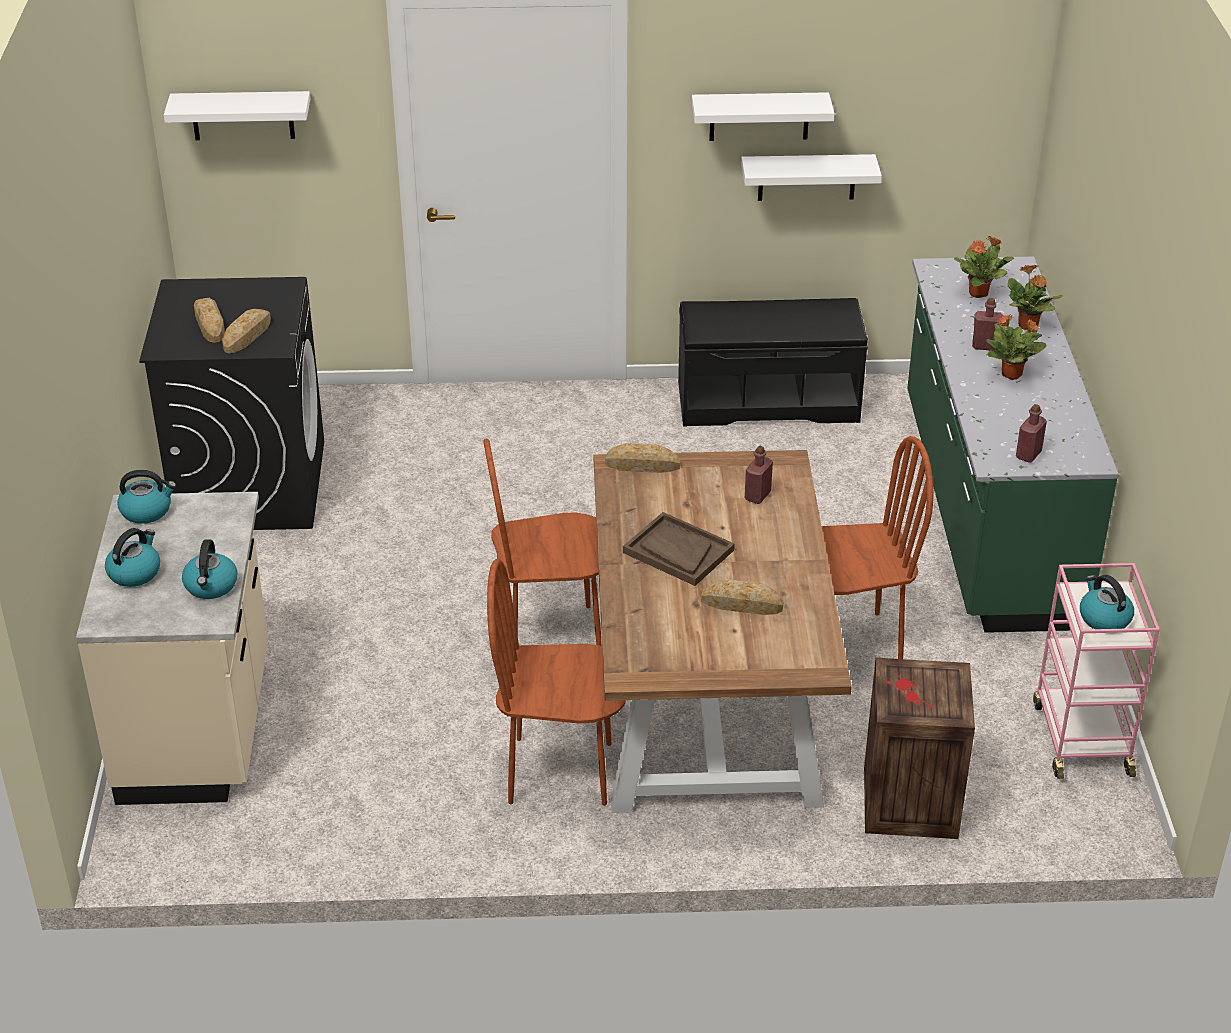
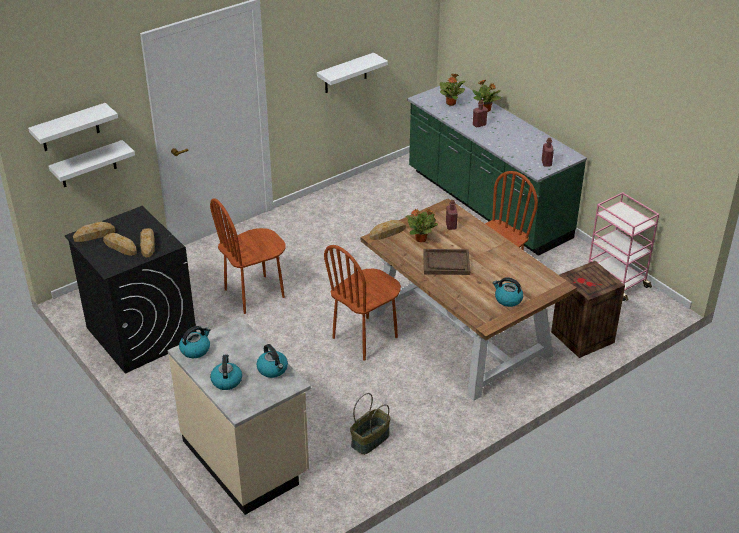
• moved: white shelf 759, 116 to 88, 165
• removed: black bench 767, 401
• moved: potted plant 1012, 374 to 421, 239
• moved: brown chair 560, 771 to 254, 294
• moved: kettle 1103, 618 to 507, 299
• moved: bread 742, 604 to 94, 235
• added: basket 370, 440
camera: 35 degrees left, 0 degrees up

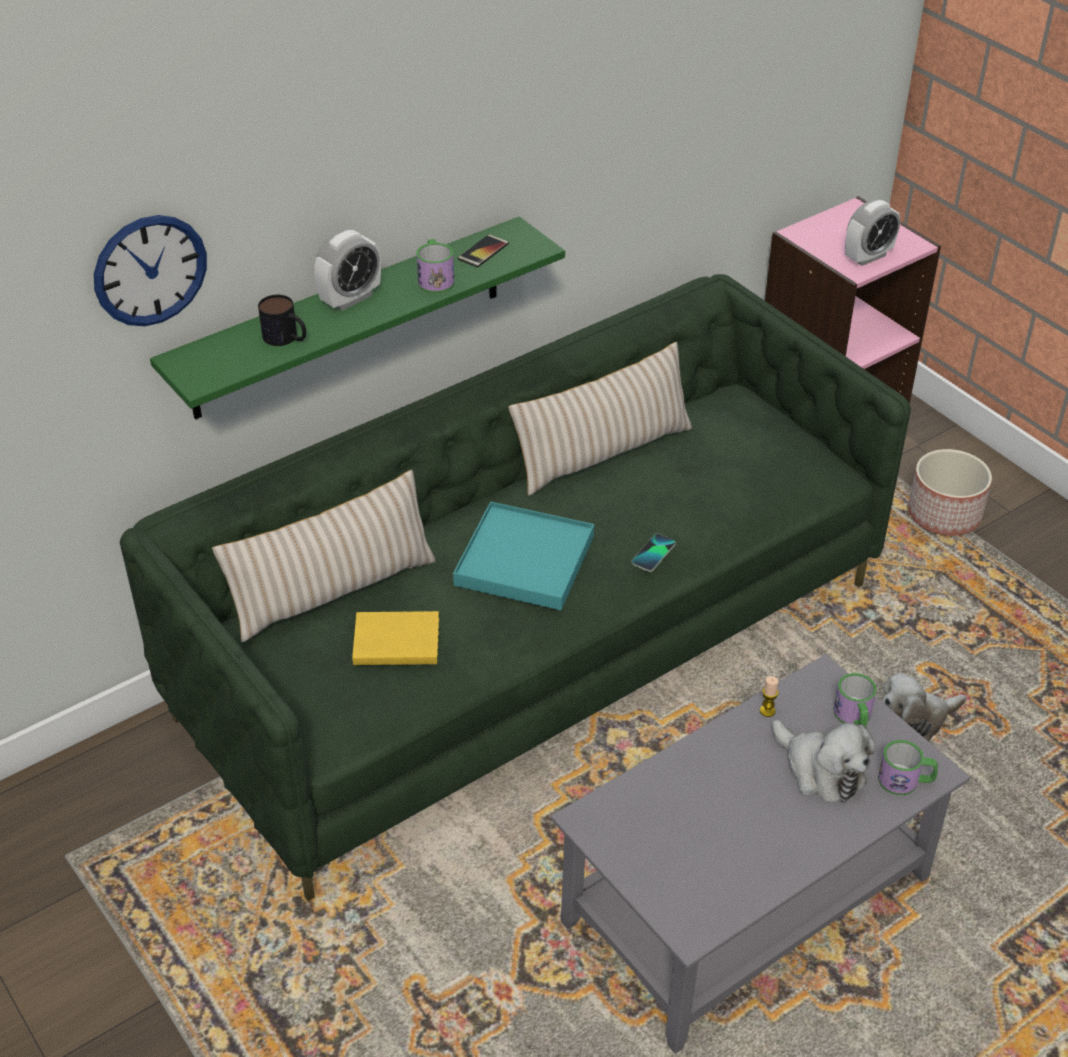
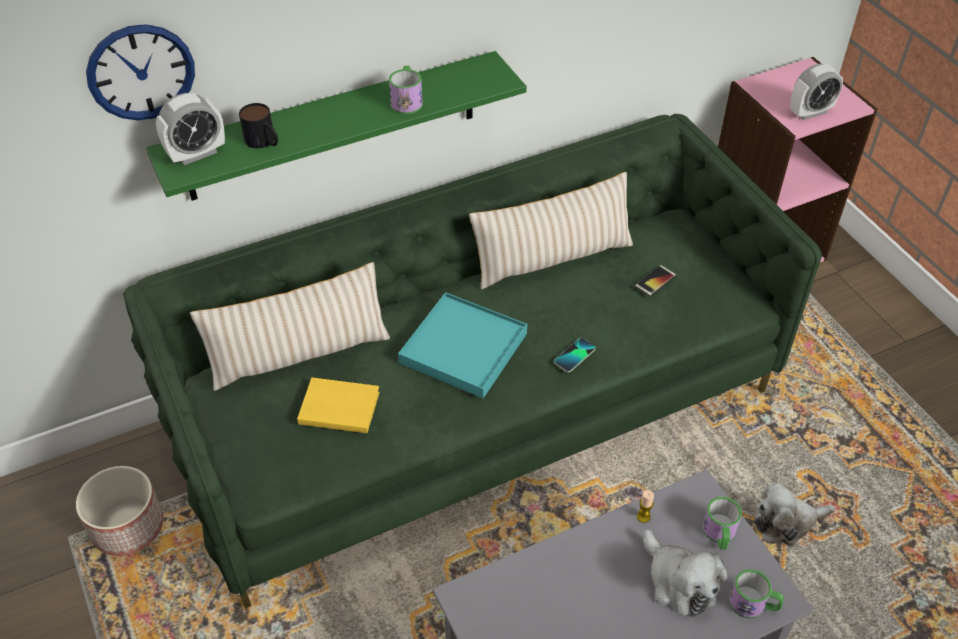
• moved: alarm clock 350, 299 to 197, 154
• moved: phone 483, 251 to 655, 281
• moved: planter 945, 515 to 129, 526
camera: 10 degrees right, 5 degrees up

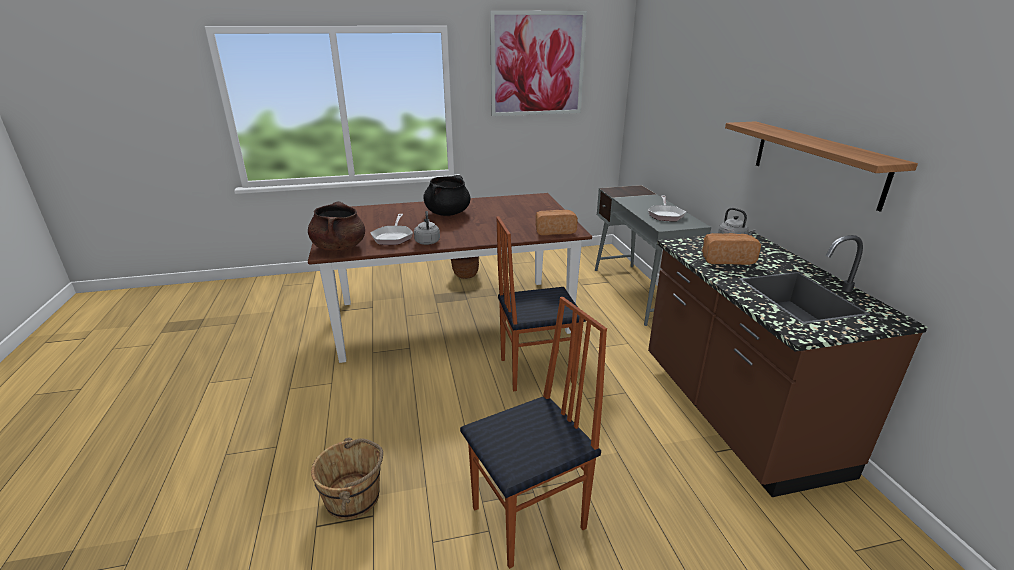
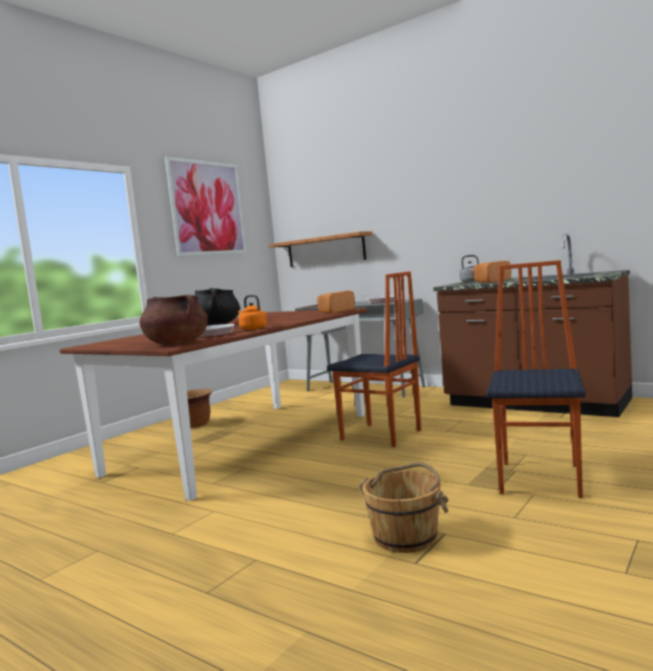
• moved: shelf 816, 162 to 325, 250
• recoloured: grey kettle 427, 241 to orange kettle 252, 329
• turned: chair 535, 370 = 381, 435 90 degrees counterclockwise
camera: 40 degrees left, 20 degrees down

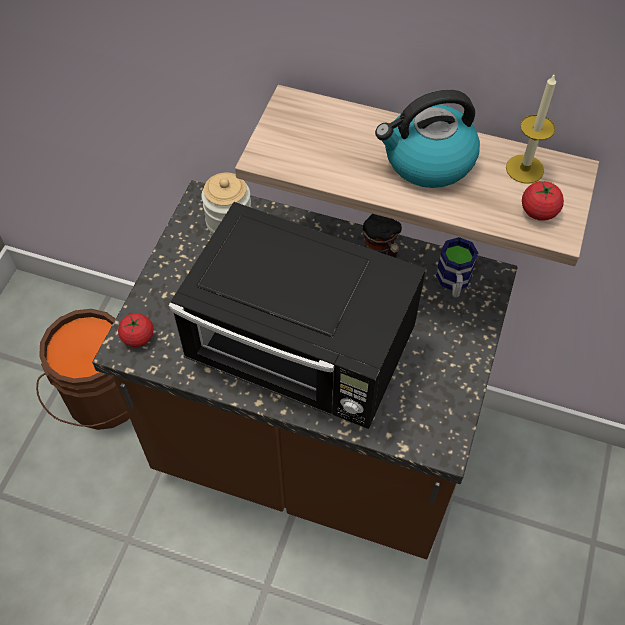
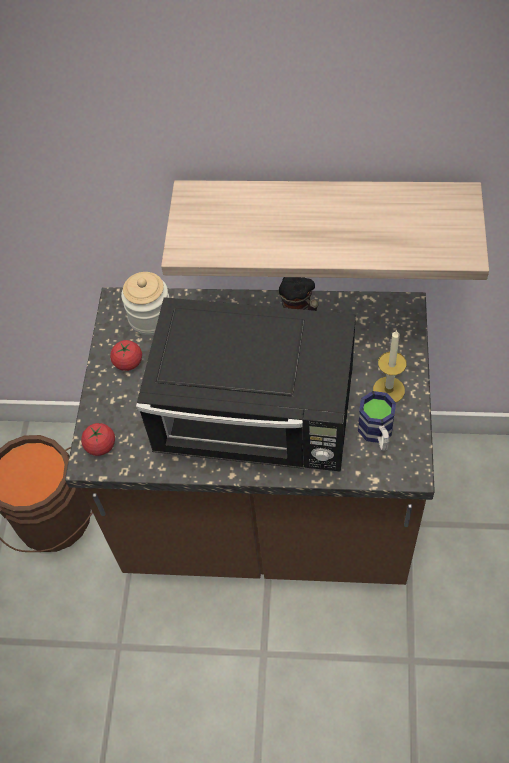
• moved: candle 524, 169 to 388, 390
• removed: kettle 427, 161
• moved: tomato 538, 211 to 128, 362
• moved: mug 453, 282 to 377, 434
camera: 10 degrees left, 0 degrees up

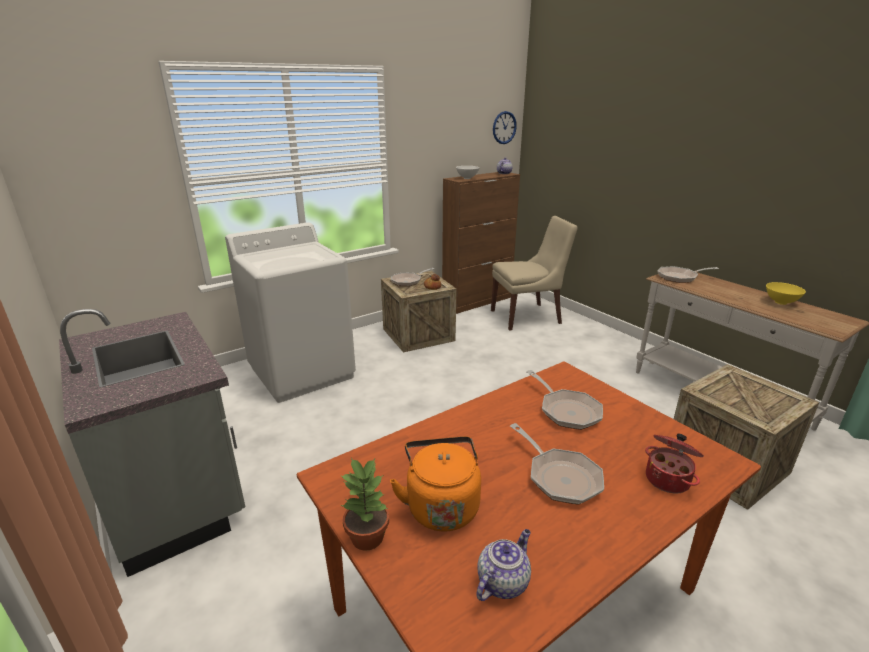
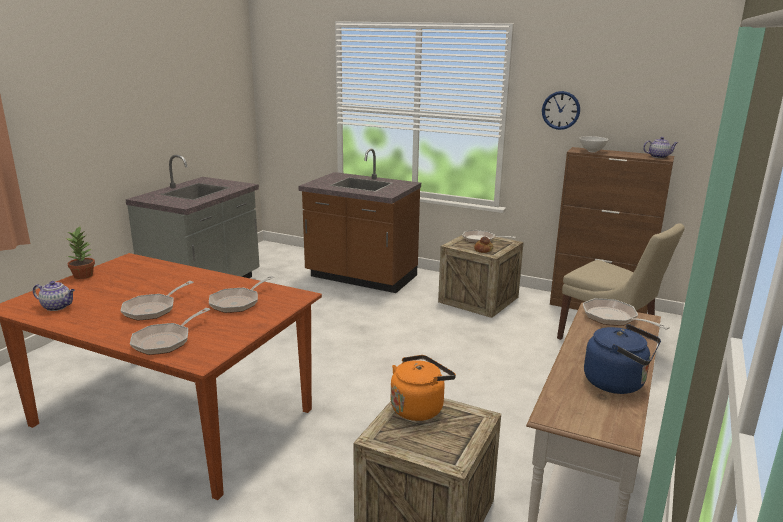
• moved: wall clock 504, 127 to 560, 110
• replaced: white washing machine 302, 372 to brown counter 361, 277
• replaced: yellow bowl 781, 302 to blue kettle 618, 383
• replaced: cooking pot 668, 479 to frying pan 165, 341
• moved: orange kettle 441, 505 to 419, 408
camera: 60 degrees right, 5 degrees down

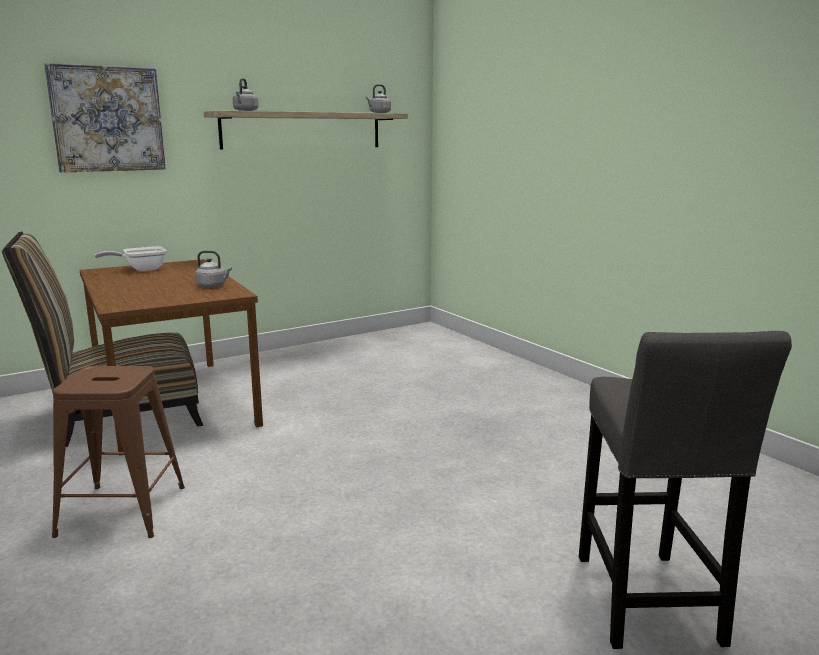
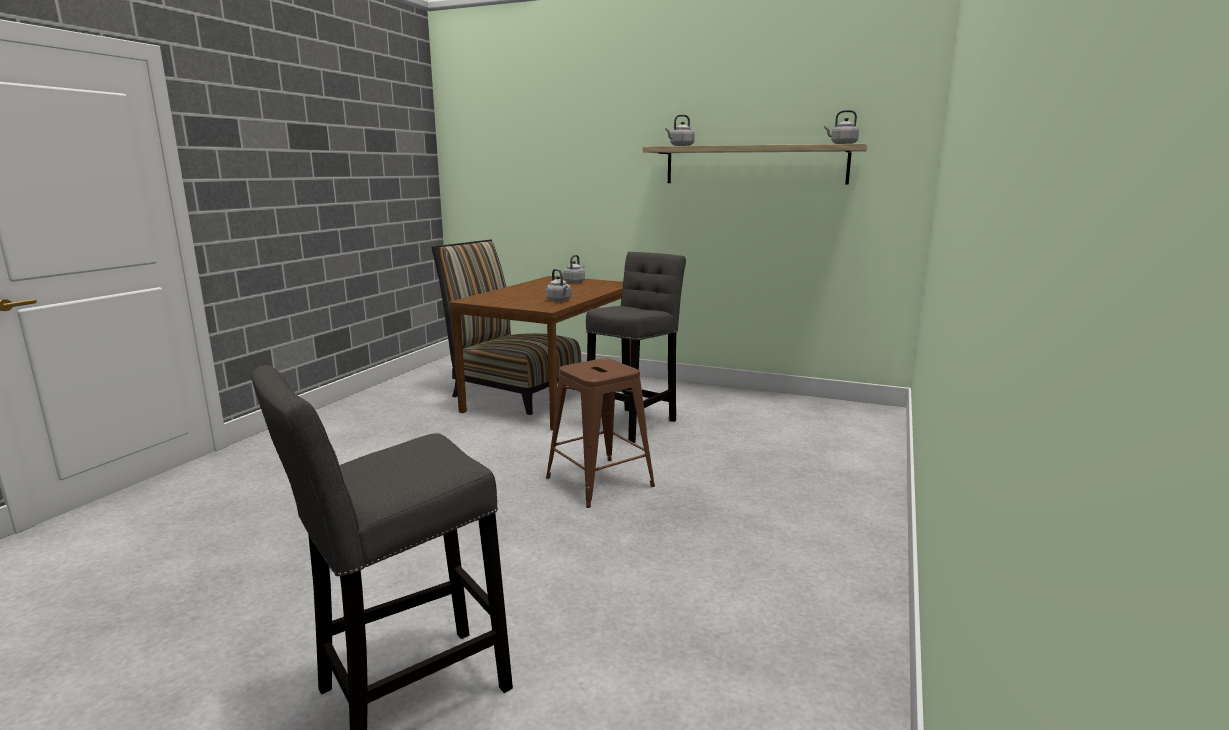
• removed: picture 107, 119
• replaced: frying pan 141, 269 to grey kettle 574, 282
• moved: brown stool 121, 511 to 599, 482
• added: grey stool 634, 424
camera: 55 degrees right, 0 degrees up

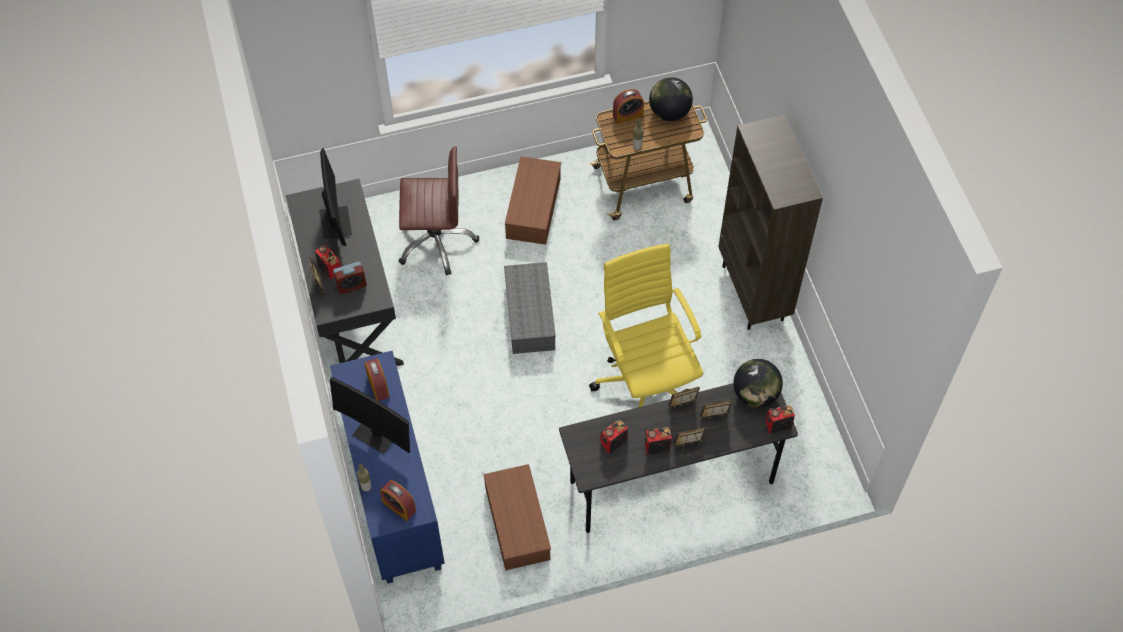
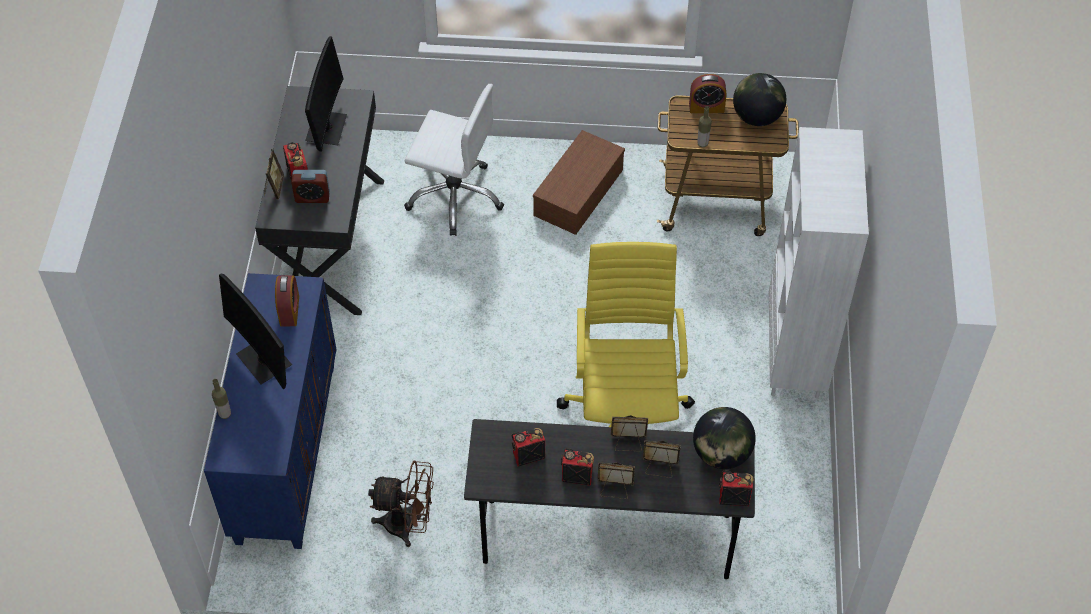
• recoloured: brown bookcase 754, 293 to white bookcase 795, 357
• recoloured: brown office chair 436, 241 to white office chair 455, 196
• removed: grey storage box 531, 316
• replaced: brown storage box 516, 522 to brown fan 408, 525
• removed: alarm clock 399, 506
camera: 20 degrees right, 5 degrees down

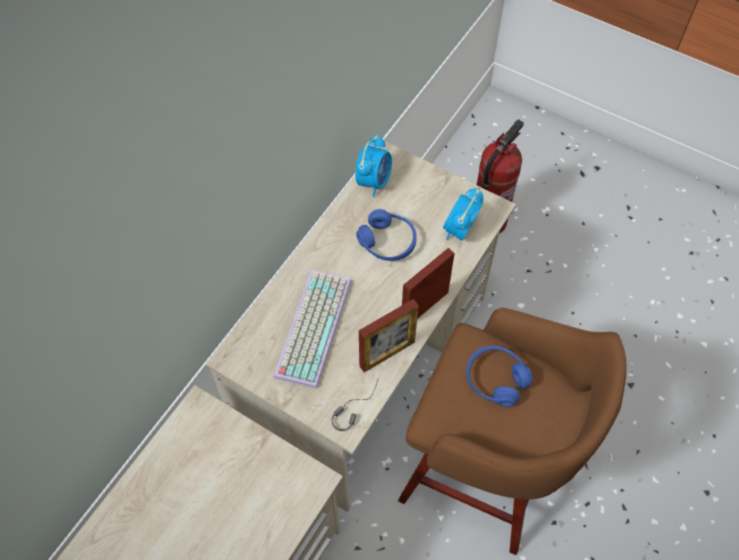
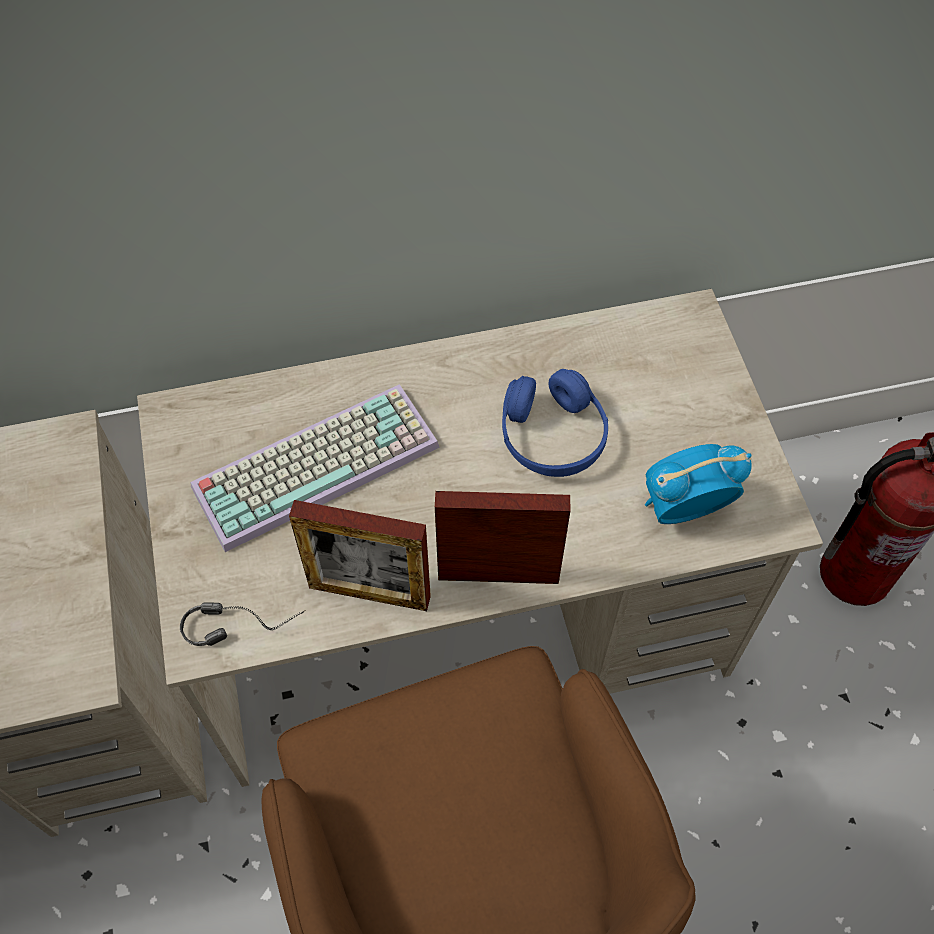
• removed: alarm clock 374, 181
• removed: blue headphones 495, 380
camera: 45 degrees right, 0 degrees up

